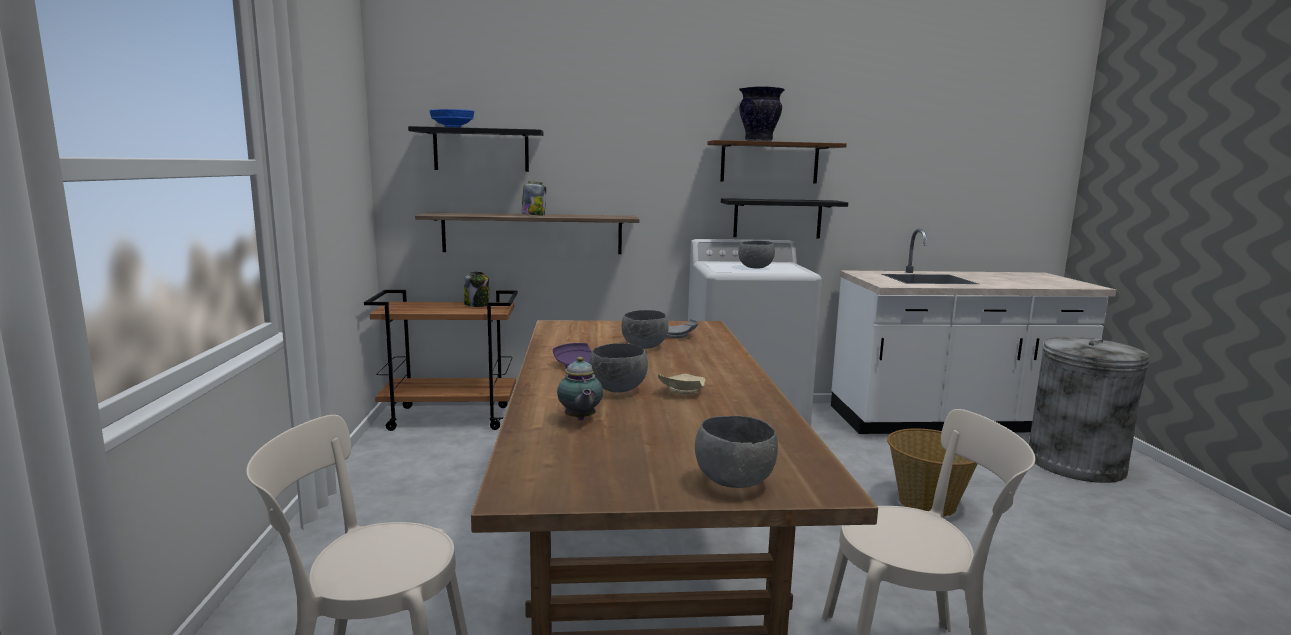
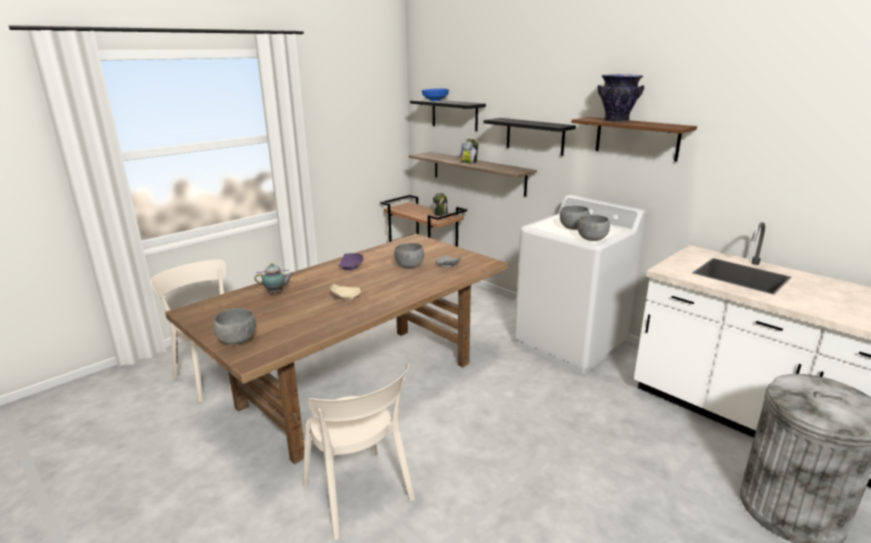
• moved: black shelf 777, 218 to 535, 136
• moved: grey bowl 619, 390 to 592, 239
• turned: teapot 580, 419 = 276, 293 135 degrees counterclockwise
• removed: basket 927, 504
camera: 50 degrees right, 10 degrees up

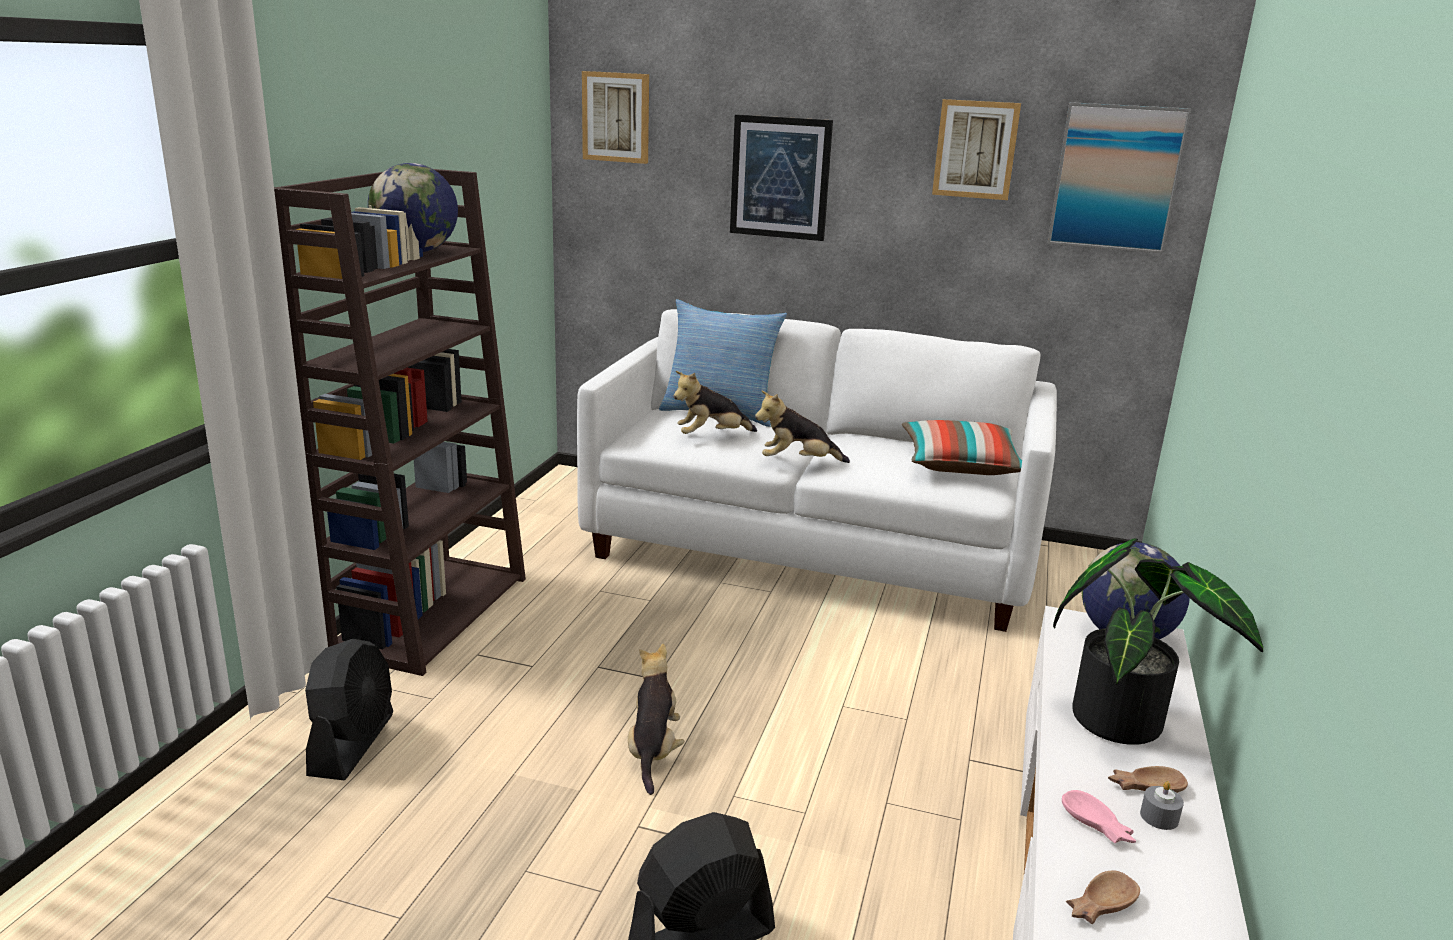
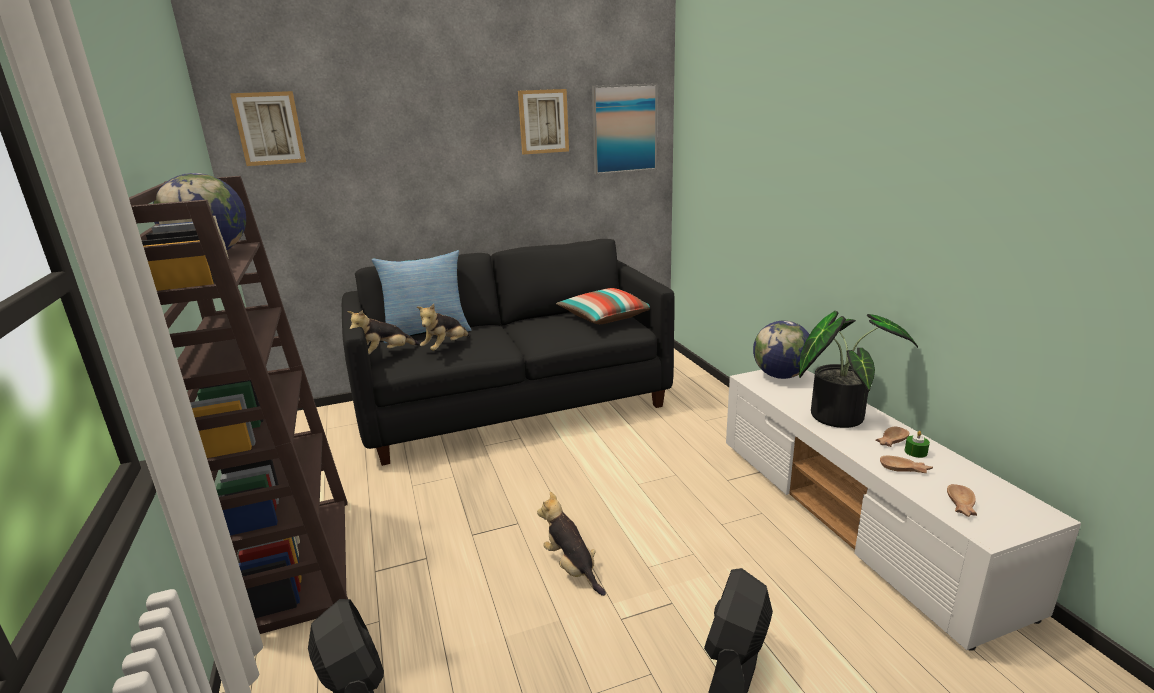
• removed: picture 780, 177
• recoloured: white sofa 813, 549 to black sofa 514, 403
• moved: plush toy 797, 462 to 385, 354
• recoloured: grey candle 1159, 817 to green candle 915, 452
• recoloured: pink bowl 1096, 826 to brown bowl 905, 469
camera: 35 degrees left, 0 degrees up

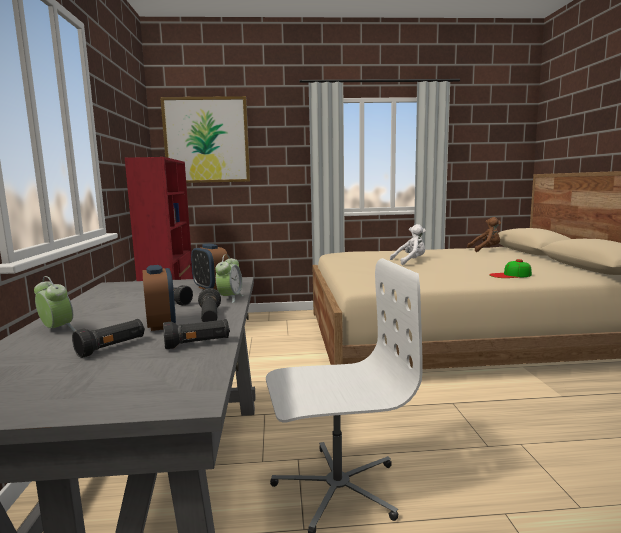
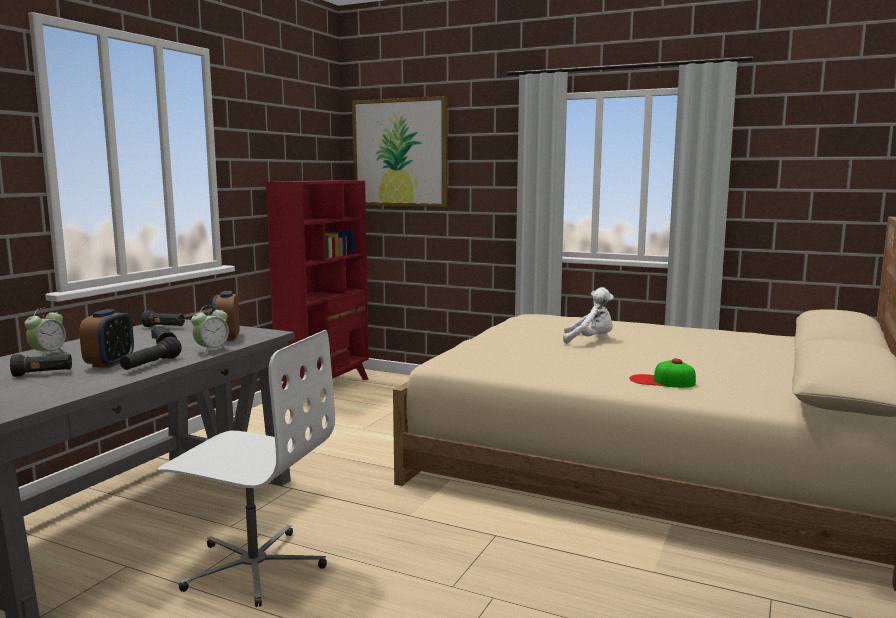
• removed: brown plush toy 486, 250
• turned: alarm clock 57, 330 = 48, 354 45 degrees clockwise
• moved: black flashlight 198, 344 to 164, 327
camera: 30 degrees right, 0 degrees up

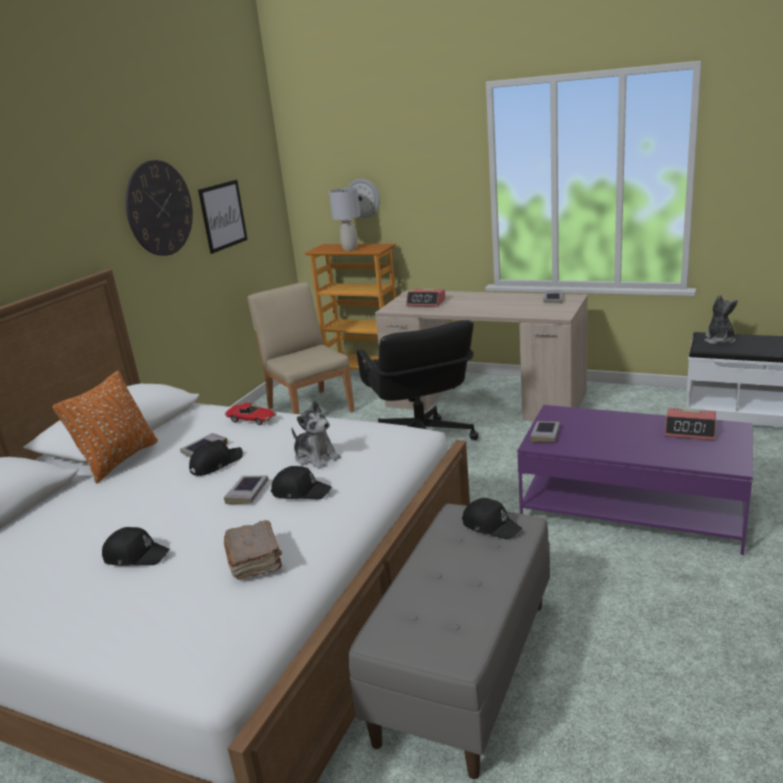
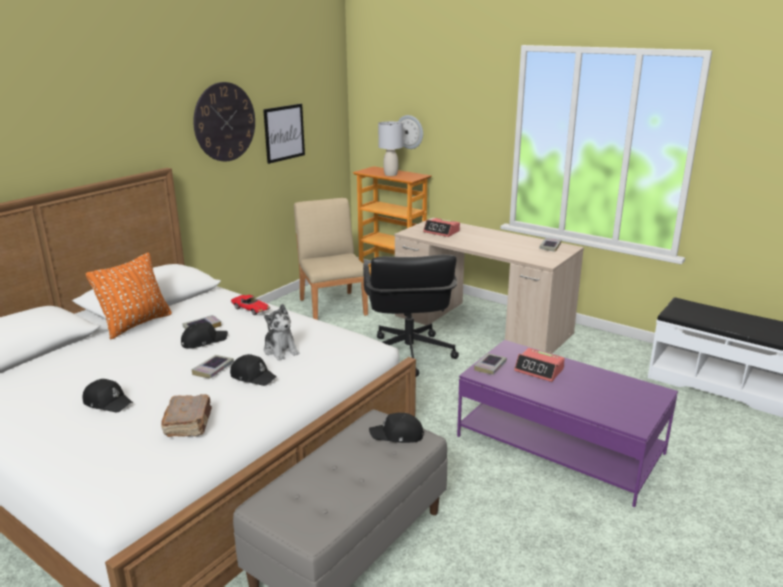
• removed: plush toy 719, 340
• moved: alarm clock 690, 431 to 539, 370
• turned: black cap 491, 525 = 397, 435 135 degrees clockwise
camera: 10 degrees right, 0 degrees up

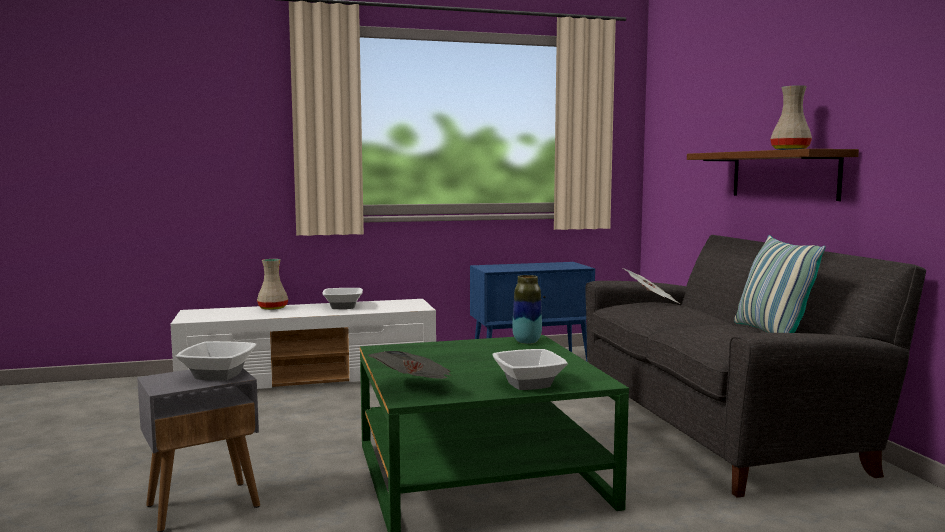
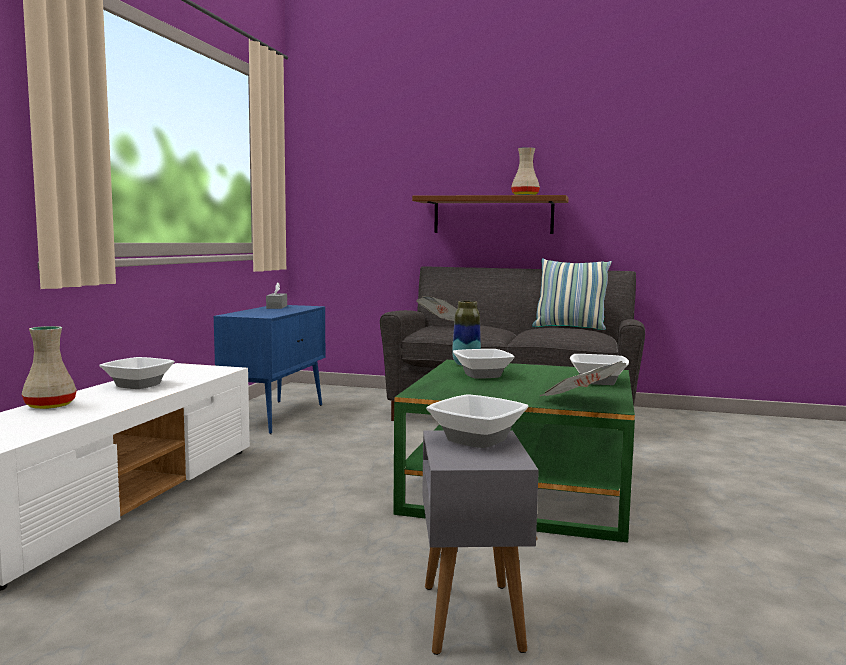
• added: grey tissue box 276, 307
• added: bowl 481, 375
camera: 60 degrees left, 0 degrees up

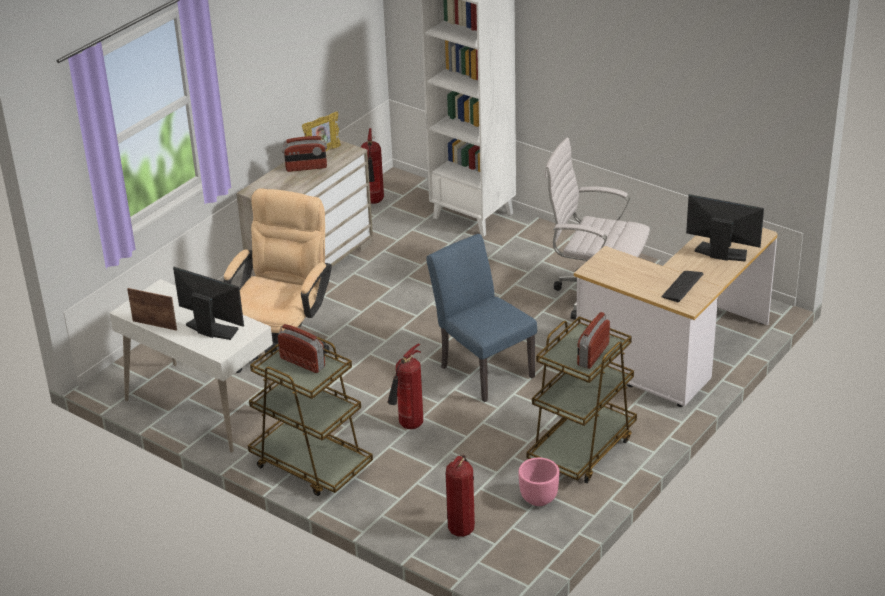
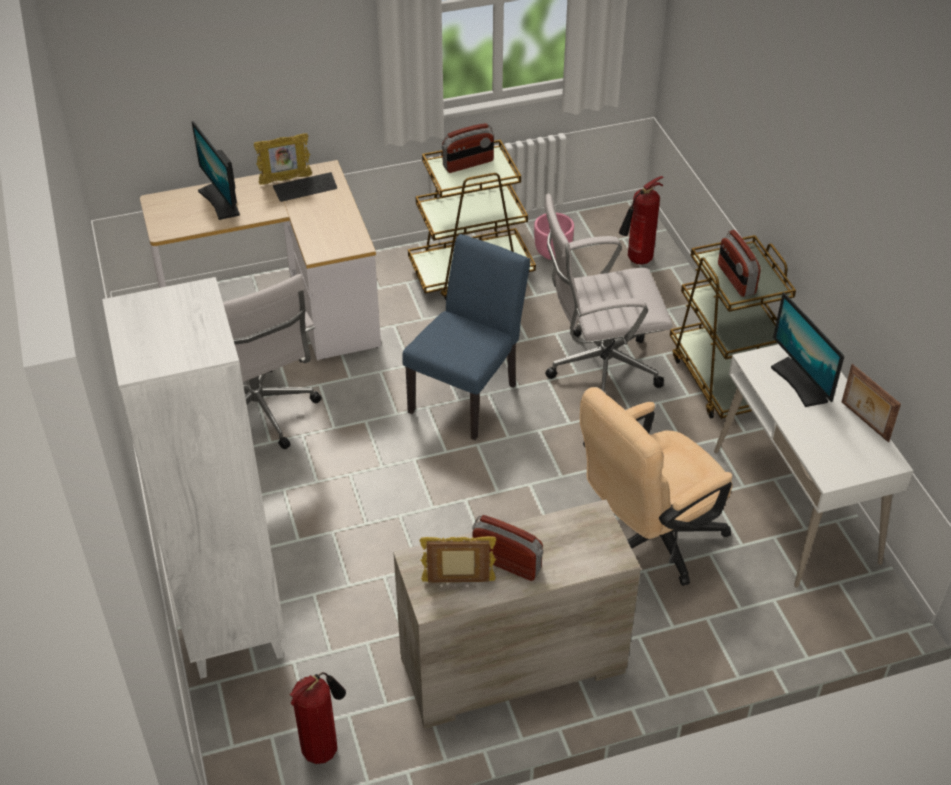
• turned: blue chair 482, 368 = 468, 393 150 degrees counterclockwise
• replaced: fire extinguisher 409, 426 to white office chair 598, 370
• added: picture frame 285, 179
camera: 145 degrees left, 10 degrees up

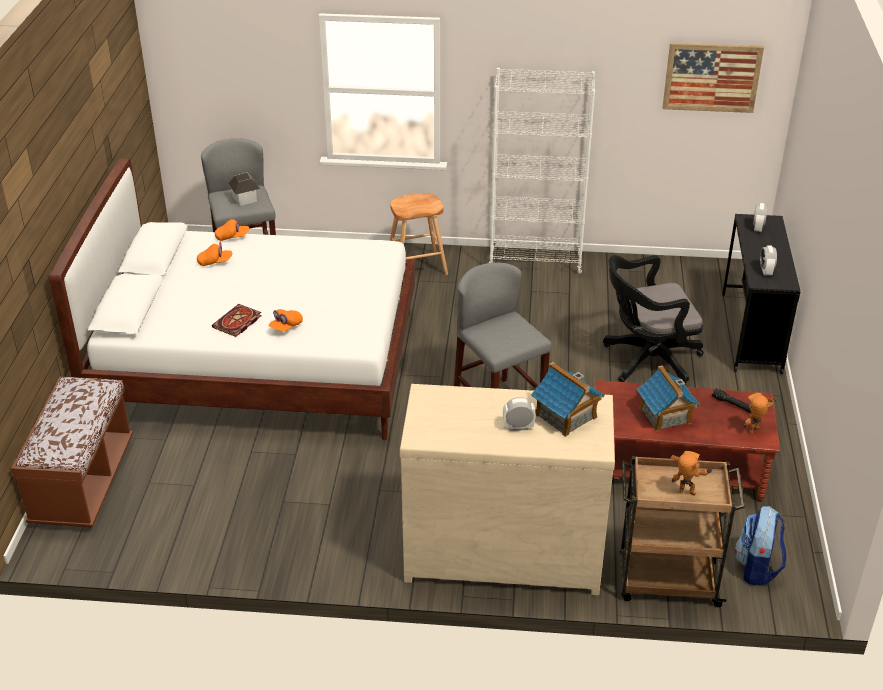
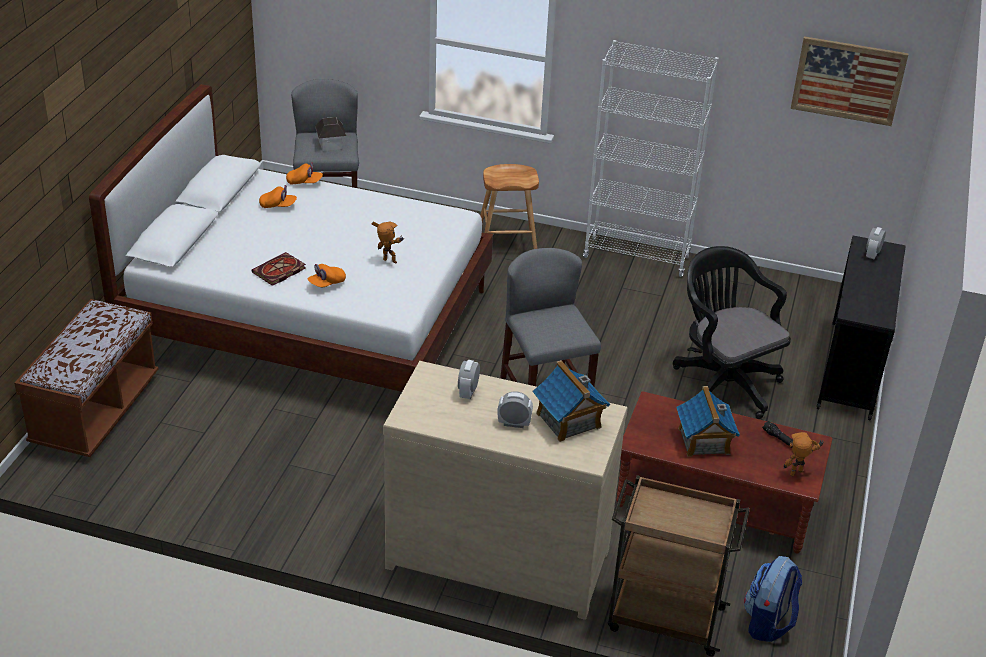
• moved: alarm clock 766, 271 to 468, 392
• turned: black office chair 646, 361 = 722, 382 60 degrees clockwise
• moved: toy robot 687, 495 to 389, 262
camera: 10 degrees right, 0 degrees up

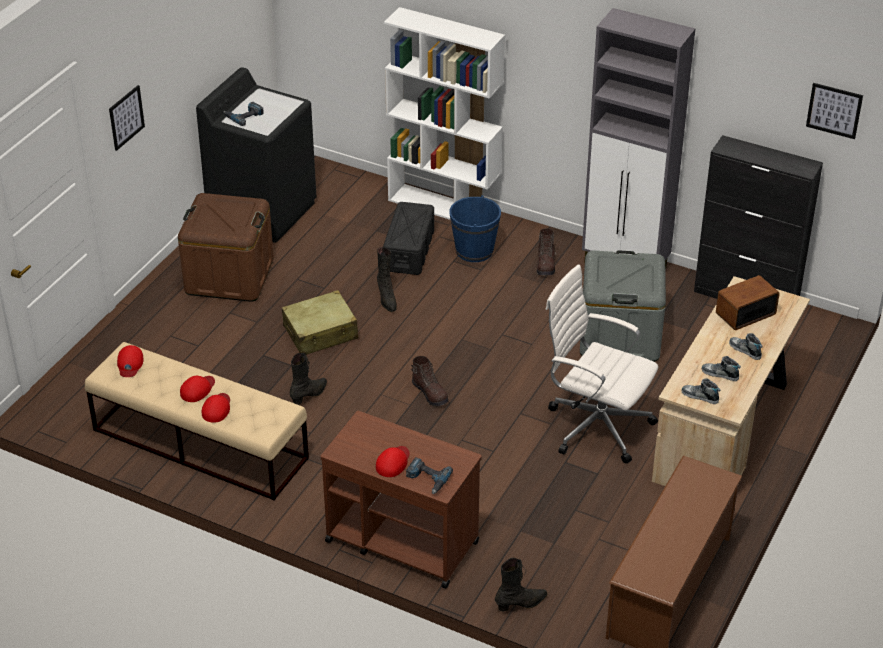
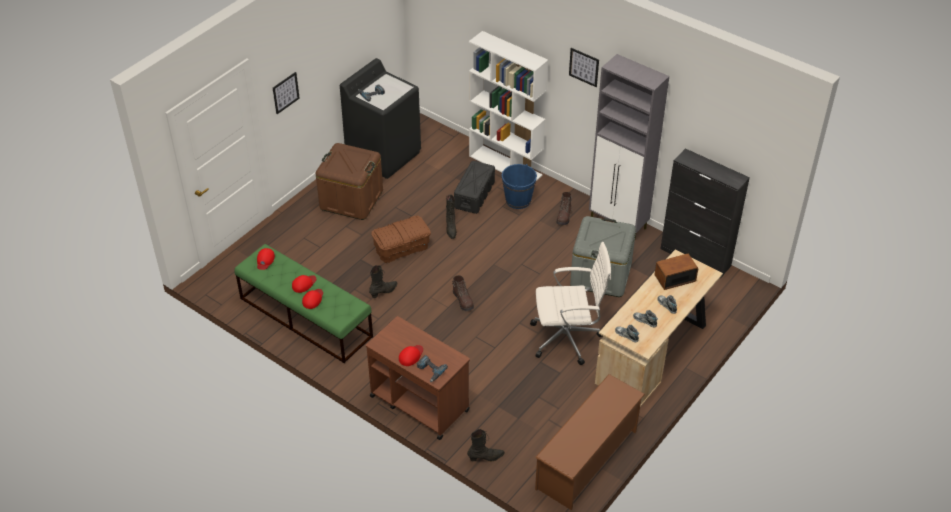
• moved: picture 834, 110 to 584, 67
• turned: white office chair 596, 425 = 568, 338 135 degrees clockwise
• replaced: beige suitcase 321, 333 to brown storage box 401, 248
• recoloured: beige bench 199, 444 to green bench 305, 317
camera: 10 degrees right, 5 degrees up

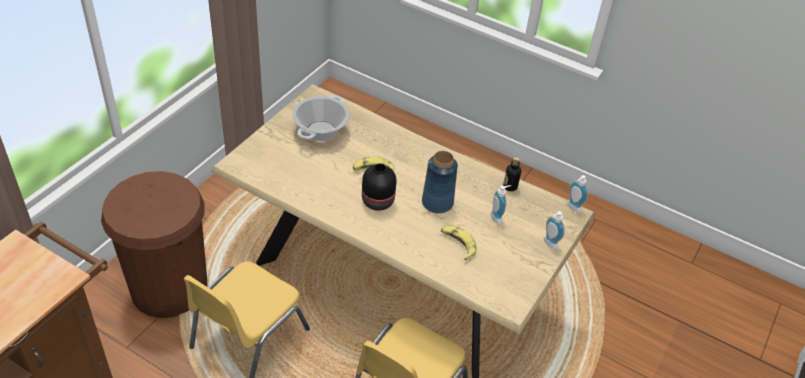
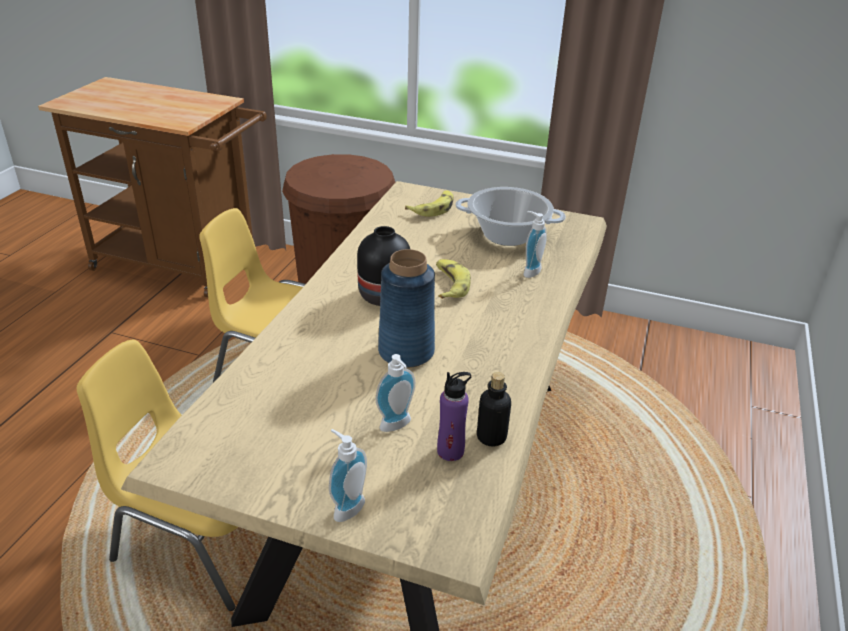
• moved: soap dispenser 572, 208 to 529, 271
• moved: banana 458, 244 to 433, 208
• added: purple bottle 450, 451
camera: 80 degrees right, 10 degrees down

